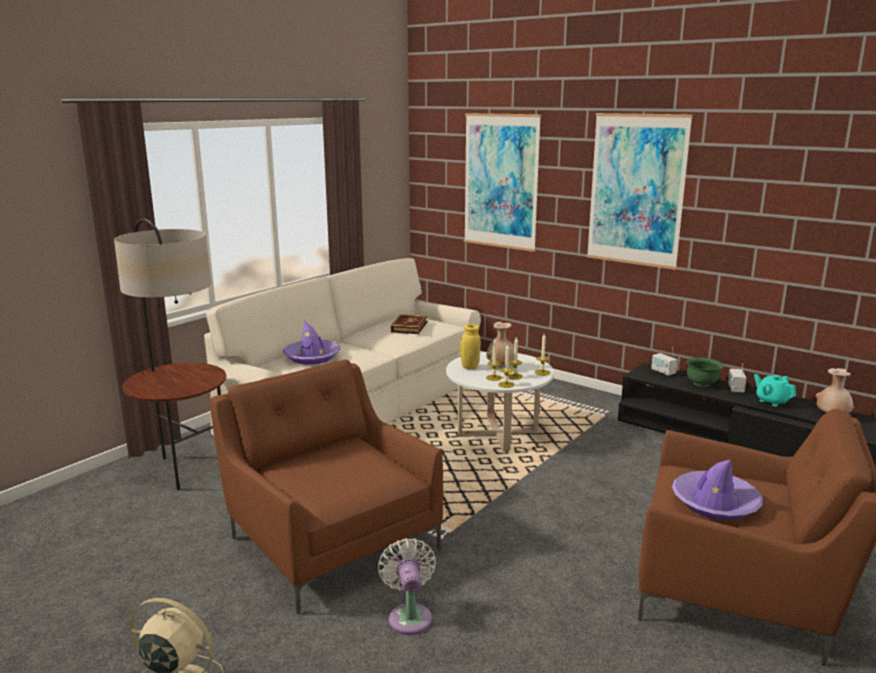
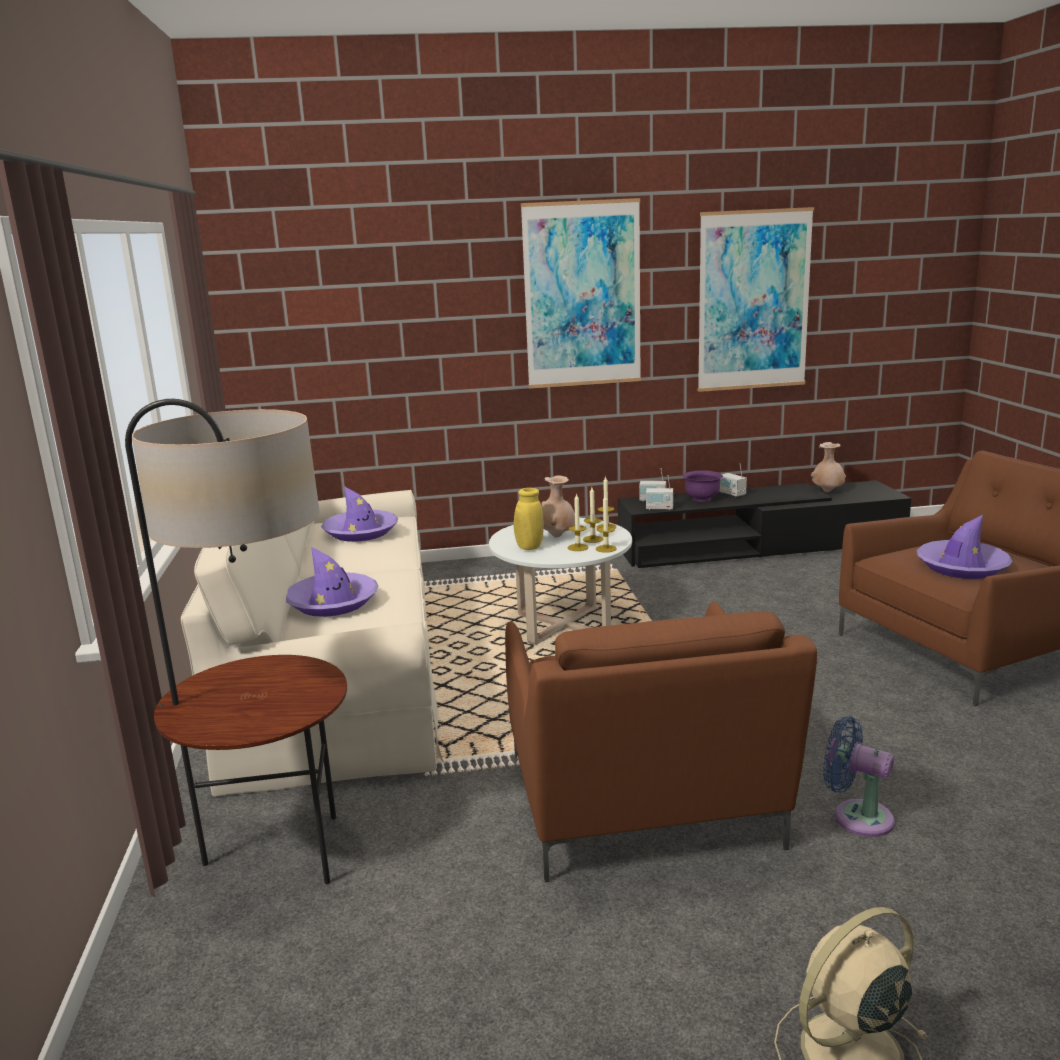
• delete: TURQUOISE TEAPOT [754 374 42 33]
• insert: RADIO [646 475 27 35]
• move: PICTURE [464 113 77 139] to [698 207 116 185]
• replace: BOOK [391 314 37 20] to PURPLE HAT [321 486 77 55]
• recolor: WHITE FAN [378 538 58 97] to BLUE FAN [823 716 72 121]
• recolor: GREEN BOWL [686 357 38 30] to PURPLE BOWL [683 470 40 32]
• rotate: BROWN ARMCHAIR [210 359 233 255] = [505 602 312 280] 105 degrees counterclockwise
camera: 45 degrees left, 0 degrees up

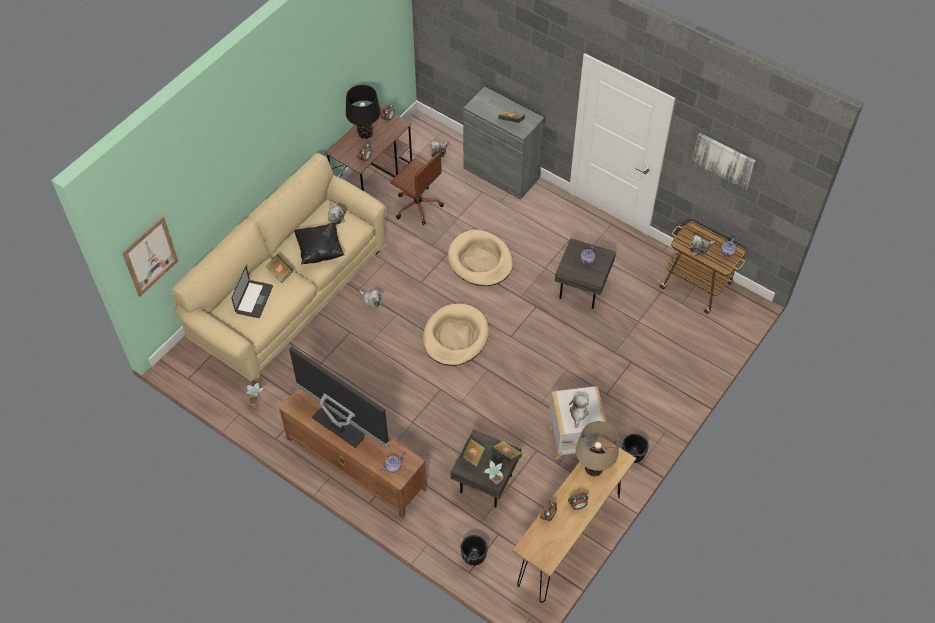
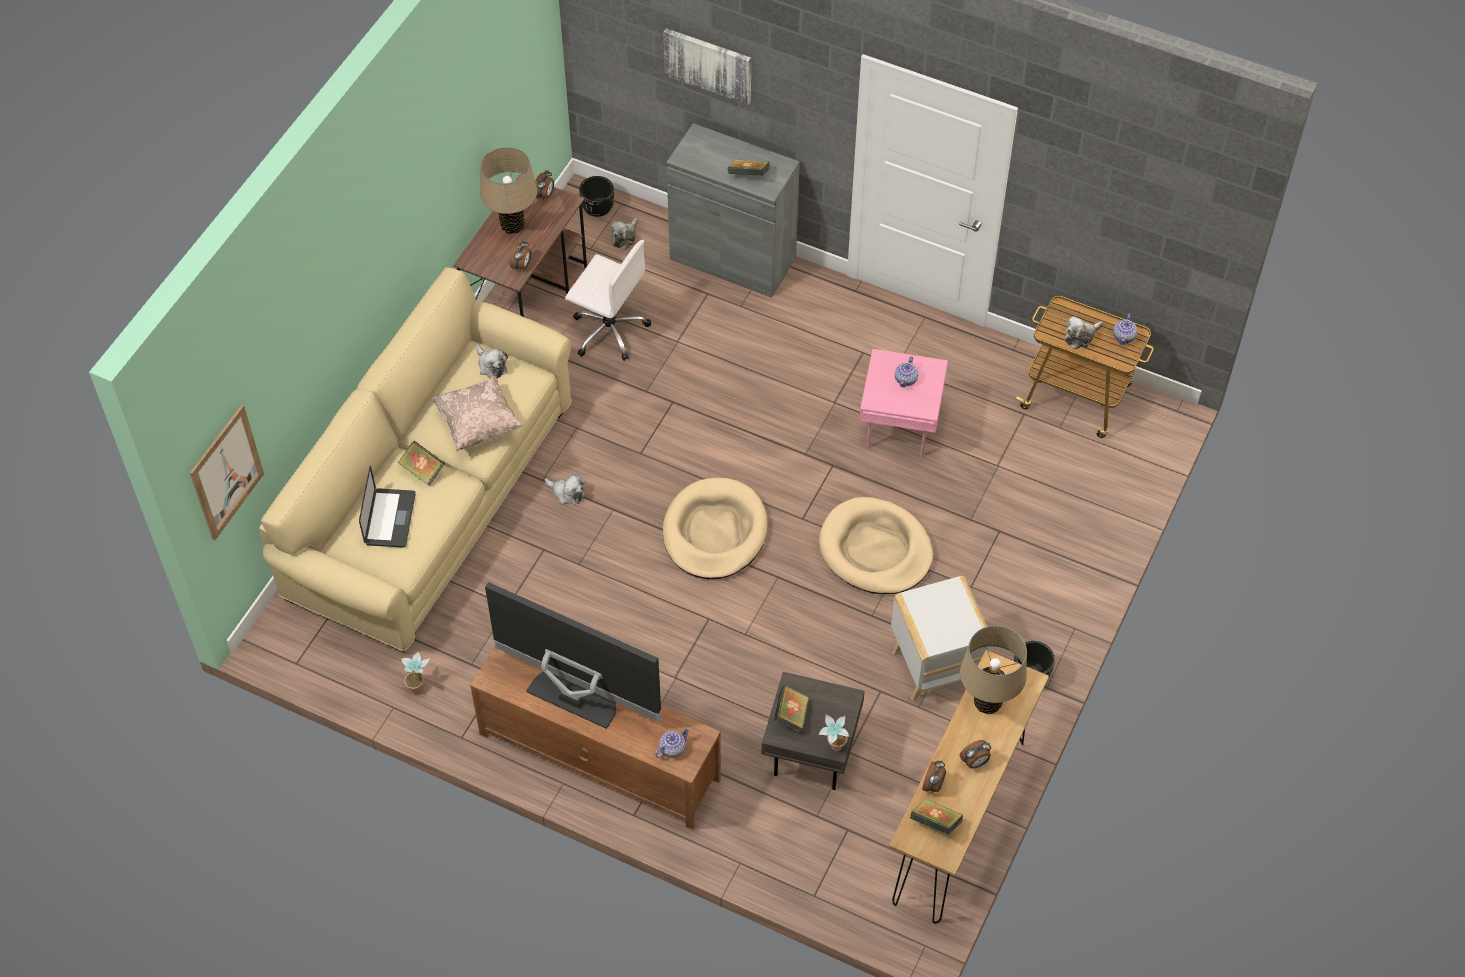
• delete: PLUSH TOY [569 394 20 34]
• move: BEIGE DOG BED [447 230 66 56] to [819 497 114 97]
• move: BLACK PLANTER [461 535 27 31] to [579 176 35 41]
• move: BOOK [491 441 32 22] to [910 798 53 37]
• move: PICTURE [692 133 64 57] to [663 28 88 77]
• recolor: BLACK PILLOW [294 222 50 43] to BEIGE PILLOW [432 376 91 75]
• recolor: BLACK TABLE LAMP [346 85 35 54] to BEIGE TABLE LAMP [480 147 57 87]
• recolor: BROWN OFFICE CHAIR [390 153 54 72] to WHITE OFFICE CHAIR [565 240 86 121]
• recolor: GREY SIDE TABLE [555 238 61 71] to PINK SIDE TABLE [859 349 89 107]
camera: 10 degrees left, 0 degrees up

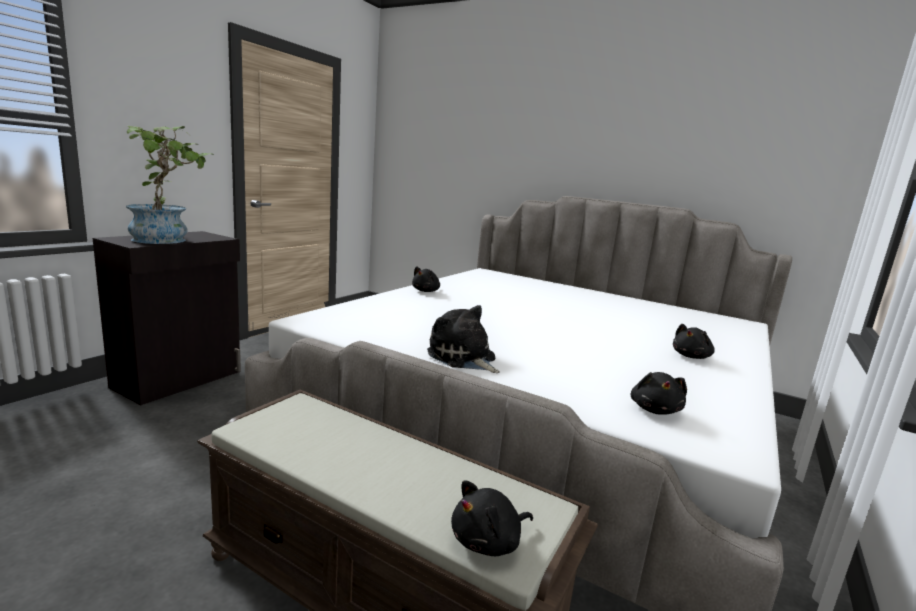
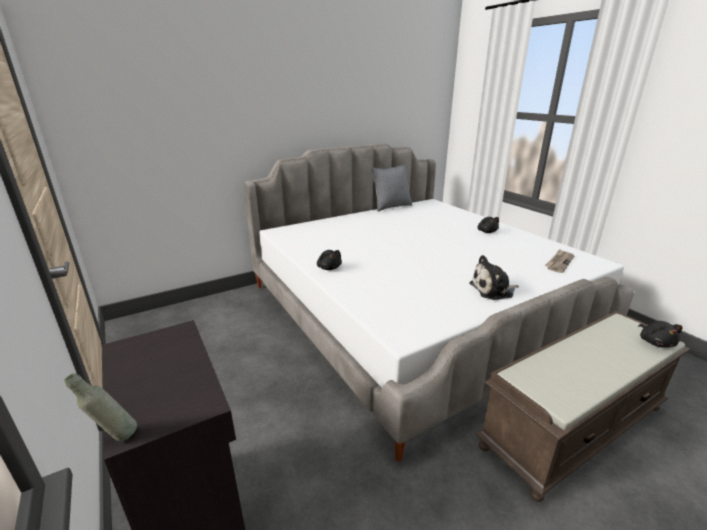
• delete: POTTED PLANT [126 126 88 118]
• insert: GREY BOTTLE [64 373 73 68]
• insert: GREY PILLOW [371 165 41 47]
• replace: BLACK PLUSH TOY [631 372 56 43] to NEWSPAPER [545 249 29 24]
camera: 60 degrees left, 10 degrees up

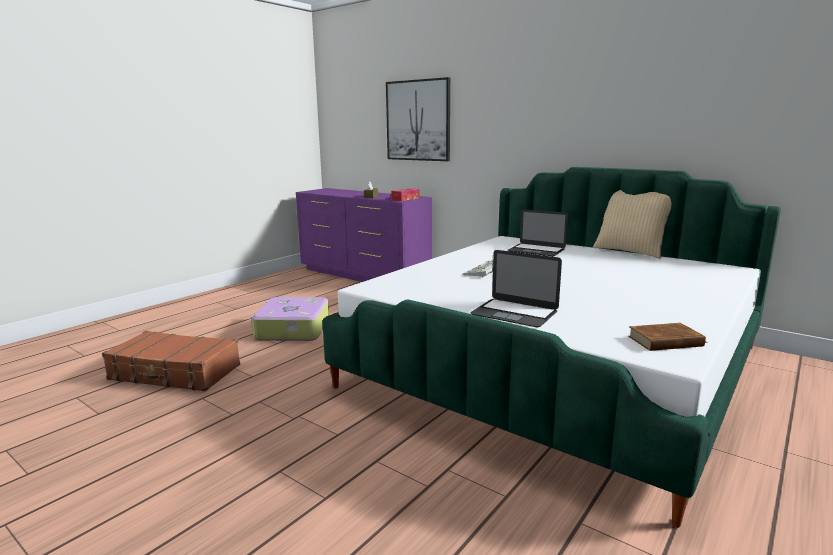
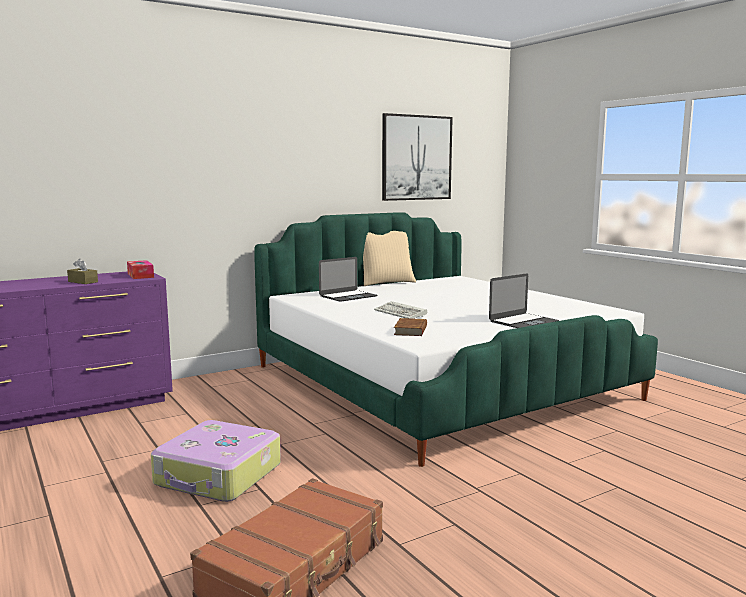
• move: PICTURE [386 77 64 84] to [382 113 71 88]
• move: BROWN BOOK [628 323 79 28] to [394 318 33 18]
camera: 70 degrees left, 5 degrees down

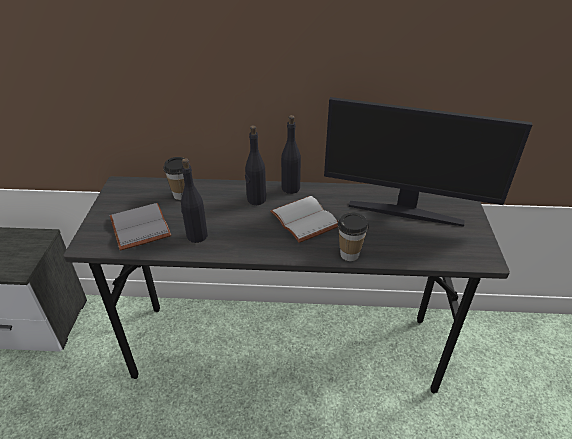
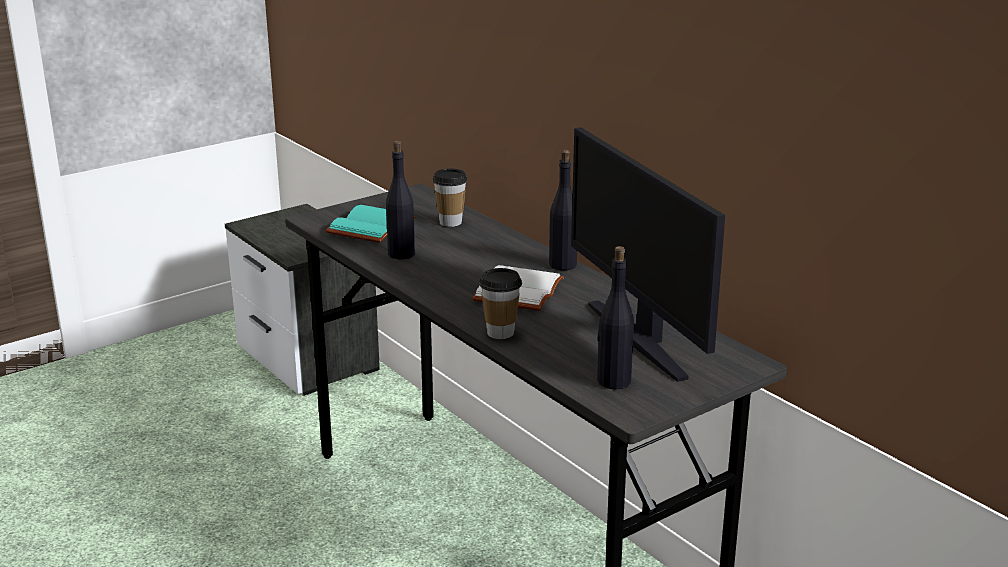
• move: BLACK BOTTLE [245 125 21 80] to [597 246 37 143]
• recolor: GREY BOOK [110 203 61 48] to TURQUOISE BOOK [325 205 91 38]
camera: 50 degrees right, 15 degrees down

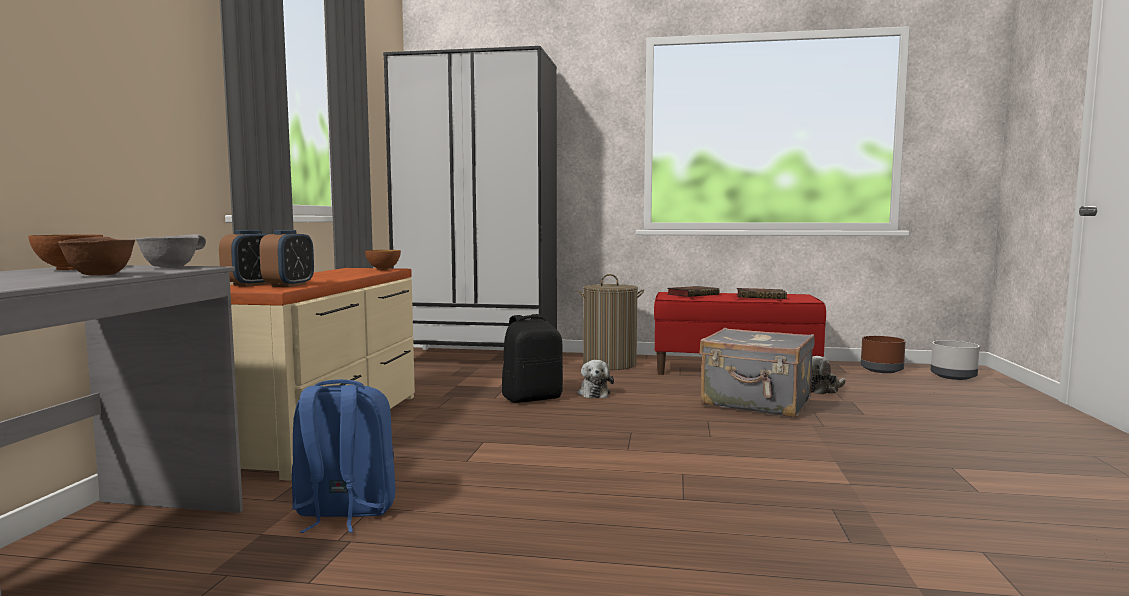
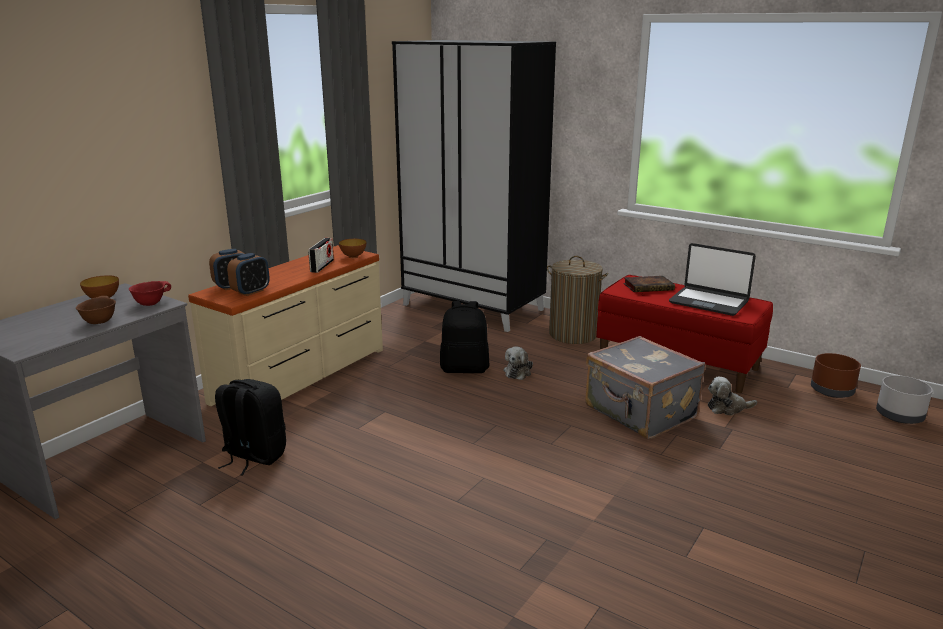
• insert: RADIO [308 238 26 35]
• replace: BOOK [736 288 51 11] to LAPTOP [669 243 87 73]
• recolor: GREY BOWL [135 234 71 34] to RED BOWL [129 281 42 25]
• recolor: BLUE BACKPACK [292 379 104 154] to BLACK BACKPACK [215 379 71 97]
camera: 25 degrees right, 15 degrees up

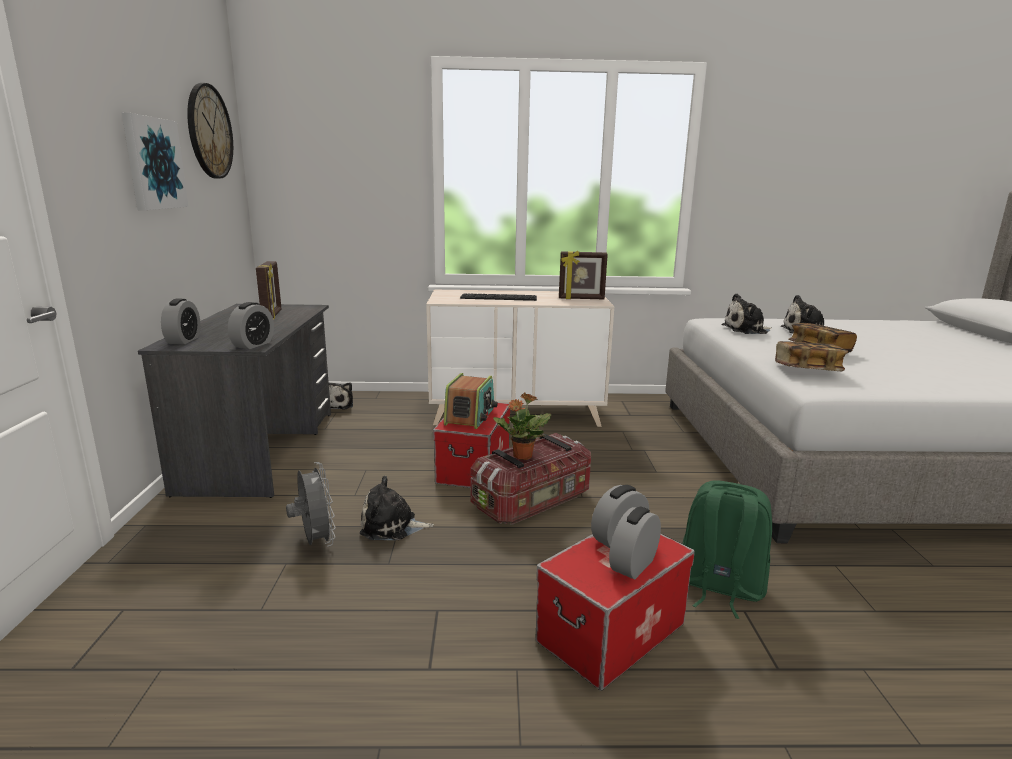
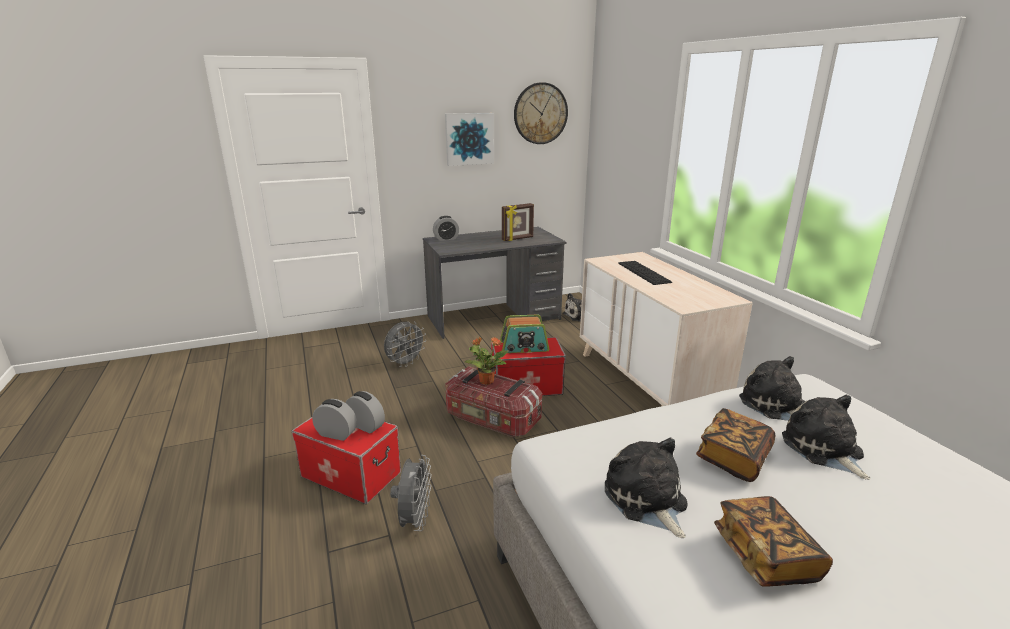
• delete: ALARM CLOCK [228 302 46 47]
• delete: PICTURE FRAME [559 251 49 48]
• move: PLUSH TOY [360 476 74 64] to [605 438 83 100]
• move: BOOK [775 341 73 30] to [714 496 119 91]
• replace: GREEN BACKPACK [682 480 90 139] to GREY FAN [390 455 42 76]
camera: 70 degrees right, 5 degrees up

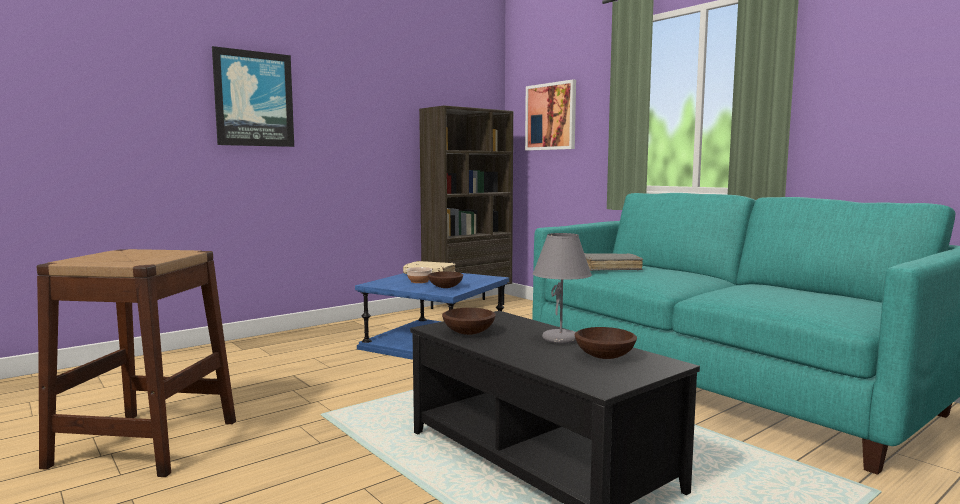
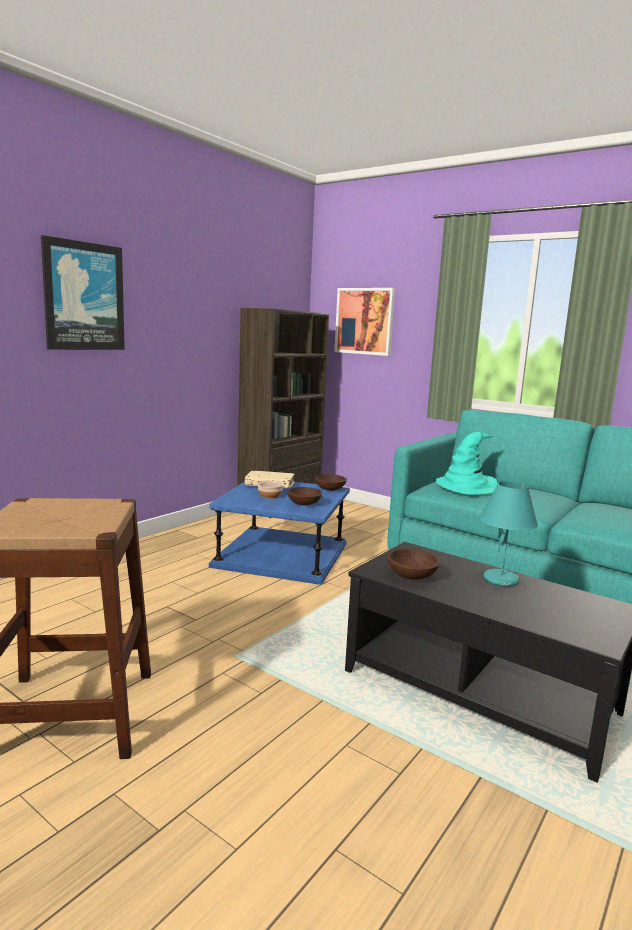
• move: BROWN BOWL [575 327 62 32] to [315 474 32 17]
• replace: GREY BOOK [584 253 59 18] to TURQUOISE HAT [436 432 62 63]
• recolor: GREY TABLE LAMP [533 233 59 111] to TURQUOISE TABLE LAMP [480 481 58 106]
camera: 15 degrees left, 5 degrees up

